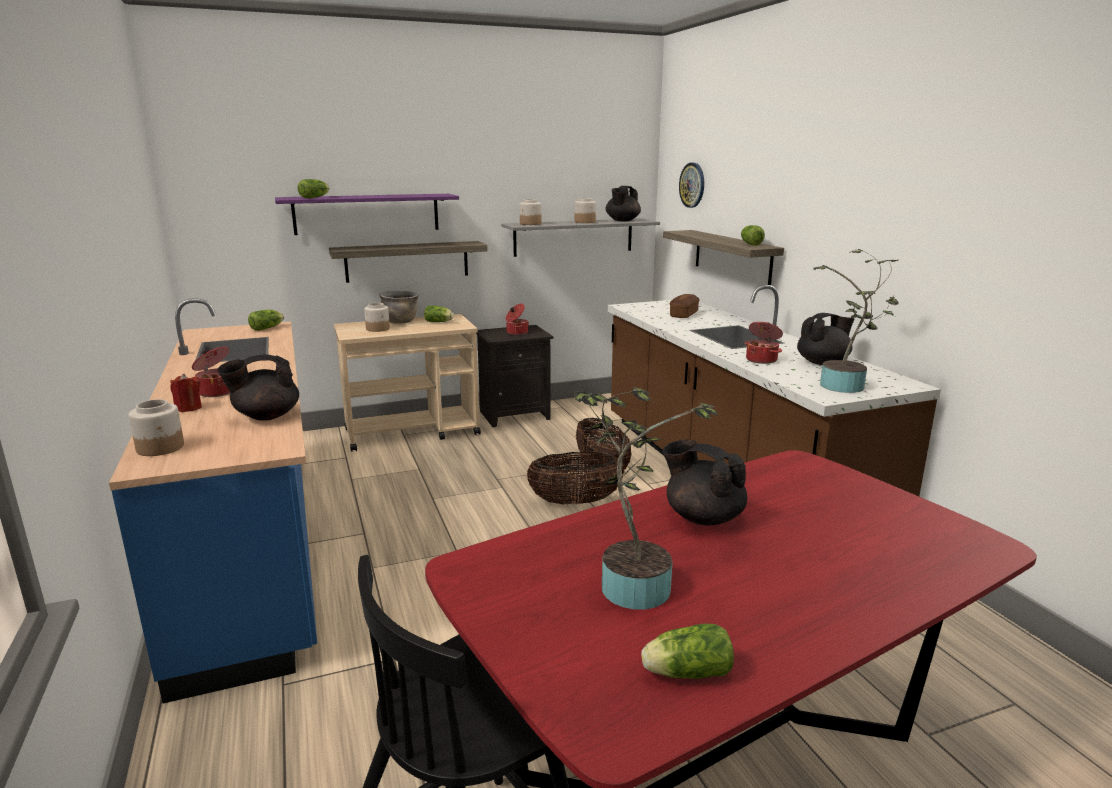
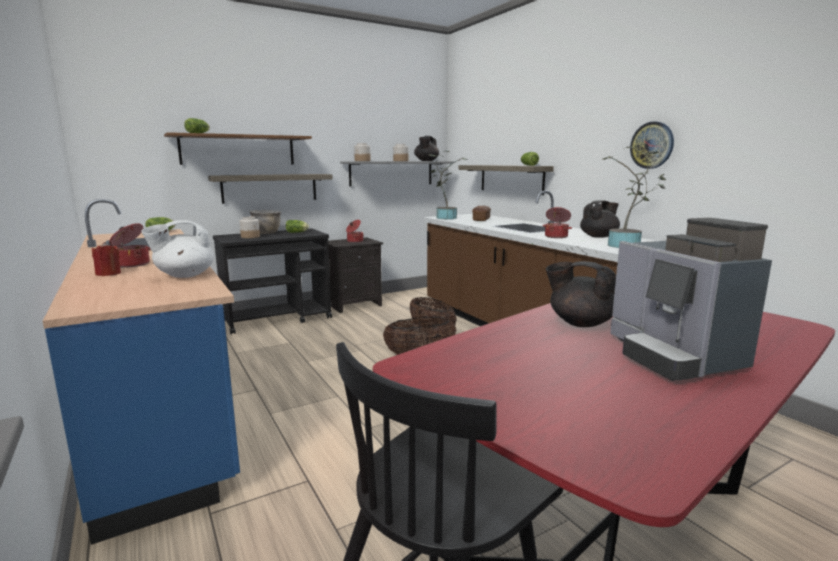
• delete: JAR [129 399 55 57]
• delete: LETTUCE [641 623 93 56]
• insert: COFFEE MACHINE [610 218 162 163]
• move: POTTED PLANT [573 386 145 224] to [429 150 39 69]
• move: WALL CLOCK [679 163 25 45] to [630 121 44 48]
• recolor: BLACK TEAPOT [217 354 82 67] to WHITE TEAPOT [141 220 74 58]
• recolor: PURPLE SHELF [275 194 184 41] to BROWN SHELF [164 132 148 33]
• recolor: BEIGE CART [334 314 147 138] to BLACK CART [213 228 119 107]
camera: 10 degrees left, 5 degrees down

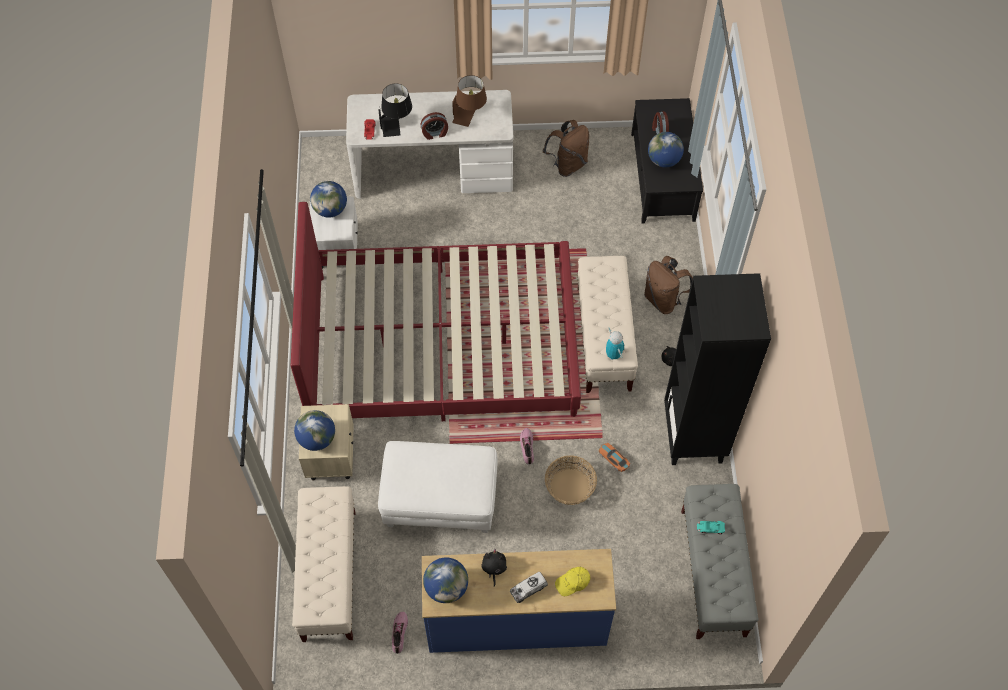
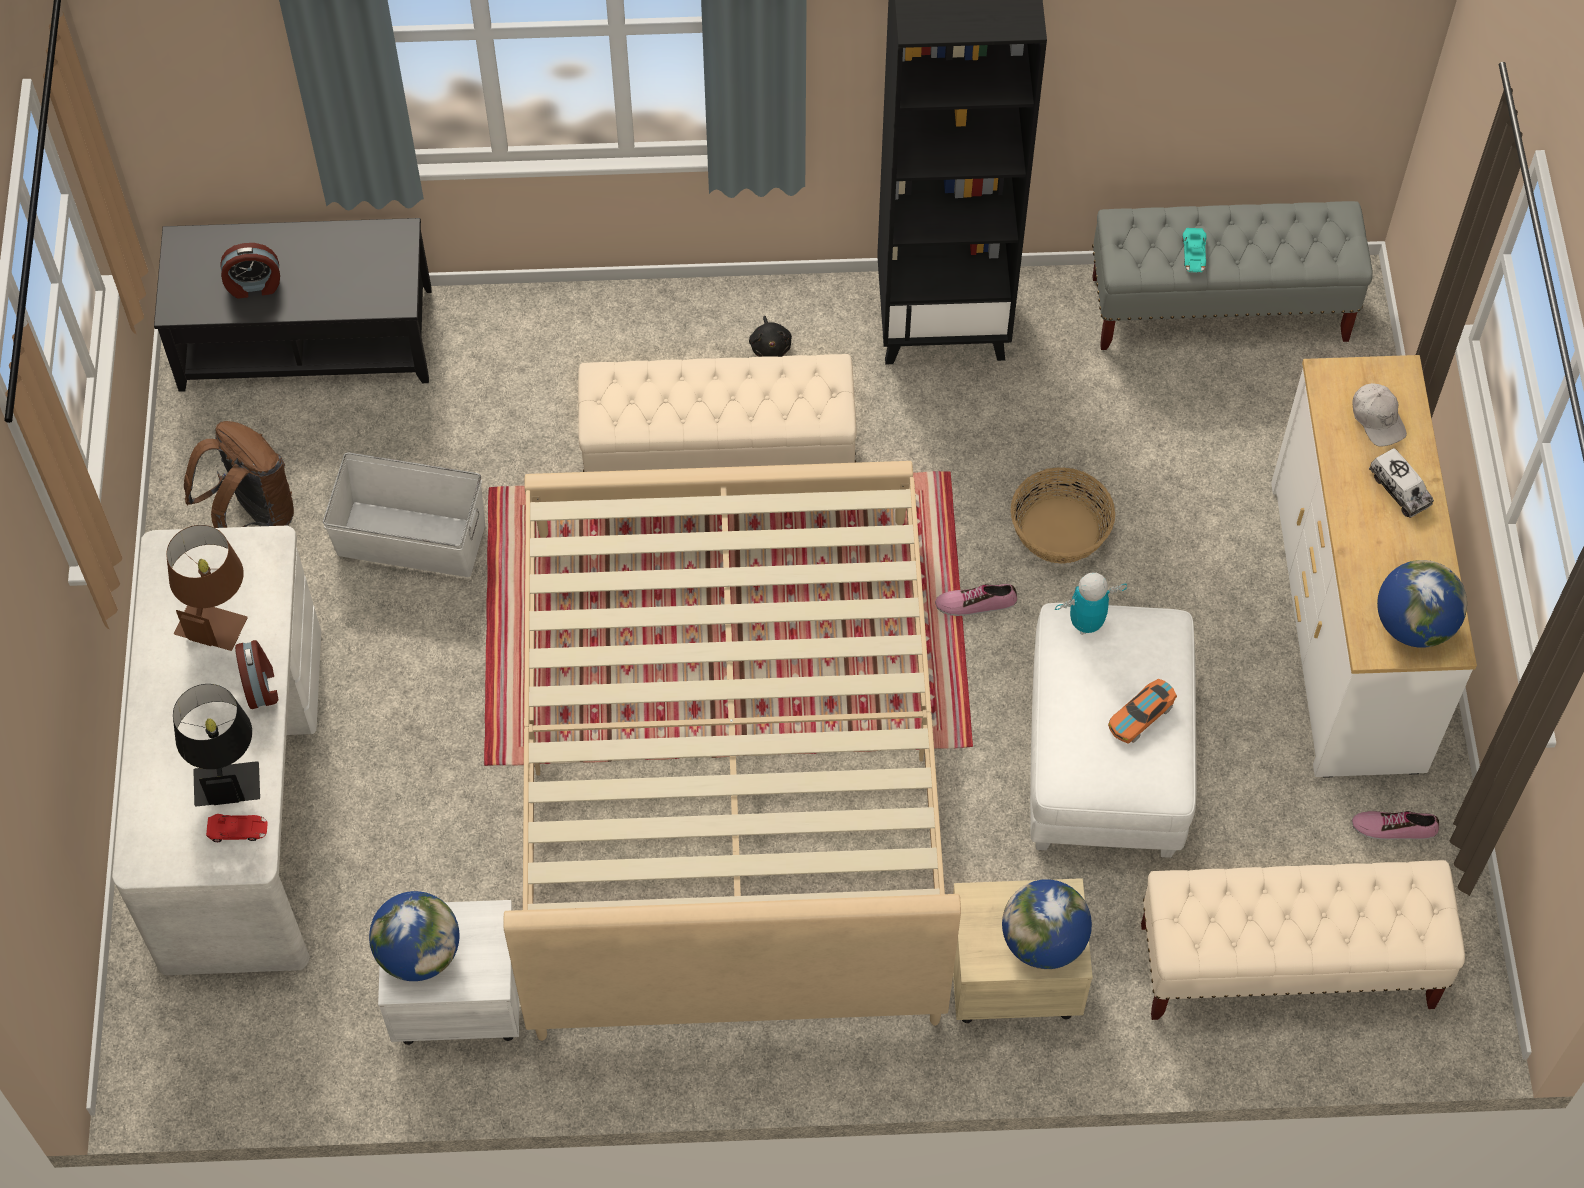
• delete: BLACK PLUSH TOY [481 549 26 38]
• delete: BROWN BACKPACK [644 256 49 58]
• delete: GLOBE [648 132 36 36]
• insert: WHITE STORAGE BOX [323 452 162 125]
• move: TOY CAR [599 443 31 29] to [1108 679 69 65]
• move: TOY ROBOT [606 328 18 32] to [1055 572 72 63]
• recolor: RED BED [291 202 290 219] to BEIGE BED [504 461 457 580]
• recolor: BLUE DRESSER [422 549 194 104] to WHITE DRESSER [1271 355 206 423]
• recolor: YELLOW CAP [555 567 35 29] to WHITE CAP [1352 383 55 64]
camera: 90 degrees left, 0 degrees up

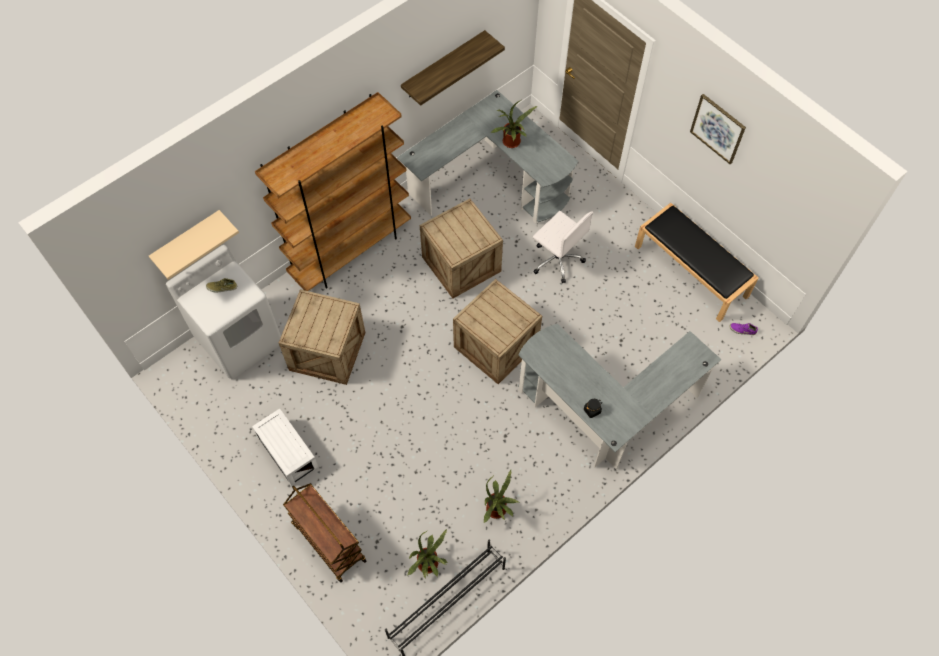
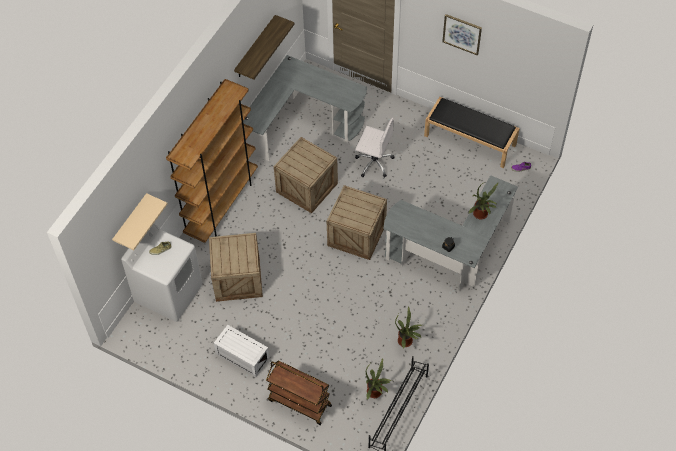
• move: POTTED PLANT [491 100 46 48] to [468 181 31 38]
camera: 20 degrees left, 5 degrees down

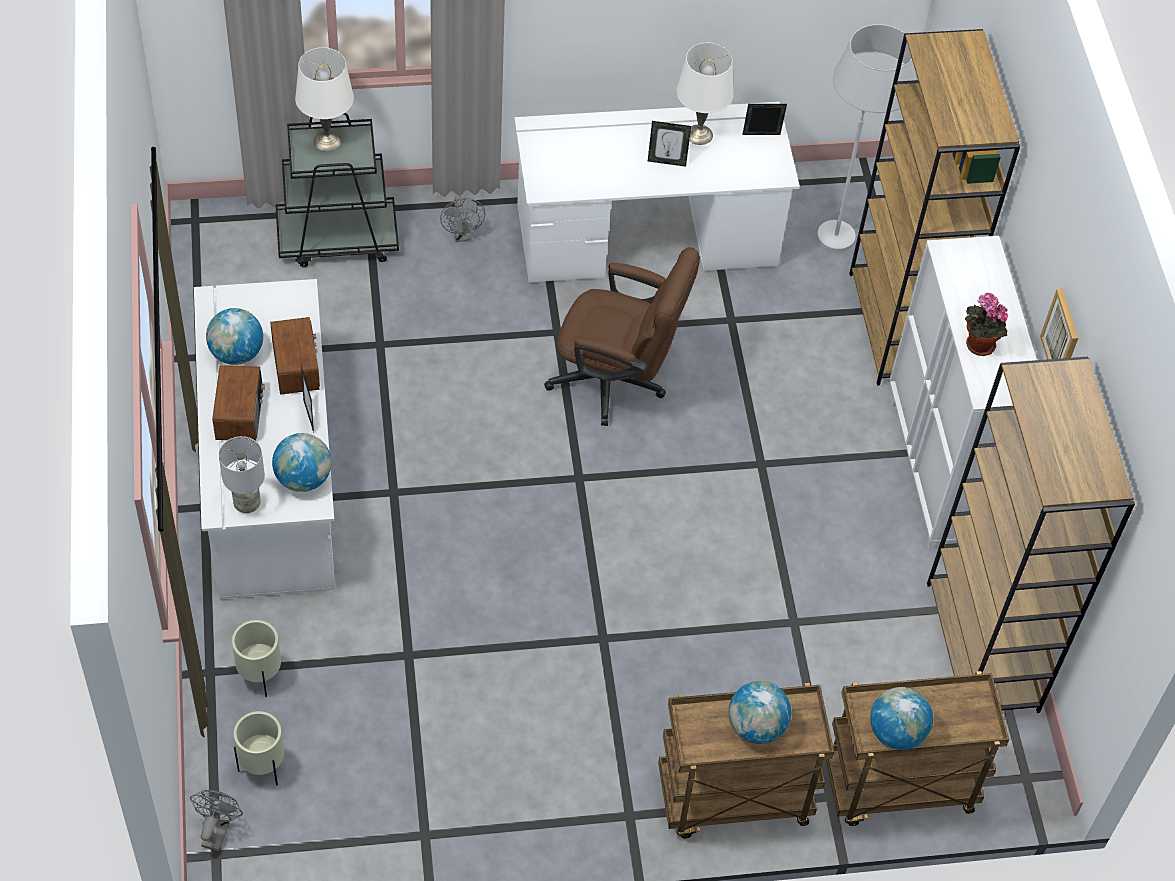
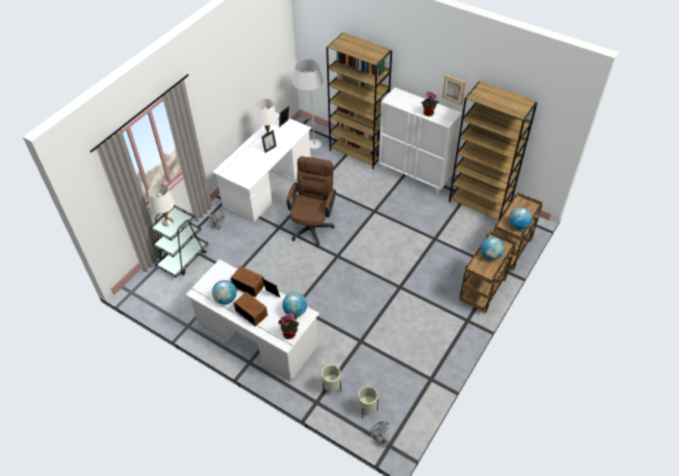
• replace: GREY TABLE LAMP [219 436 46 77] to POTTED PLANT [278 313 21 26]
• rotate: BROWN OFFICE CHAIR [544 247 156 179] = [287 156 49 90] 45 degrees counterclockwise
camera: 45 degrees left, 5 degrees down

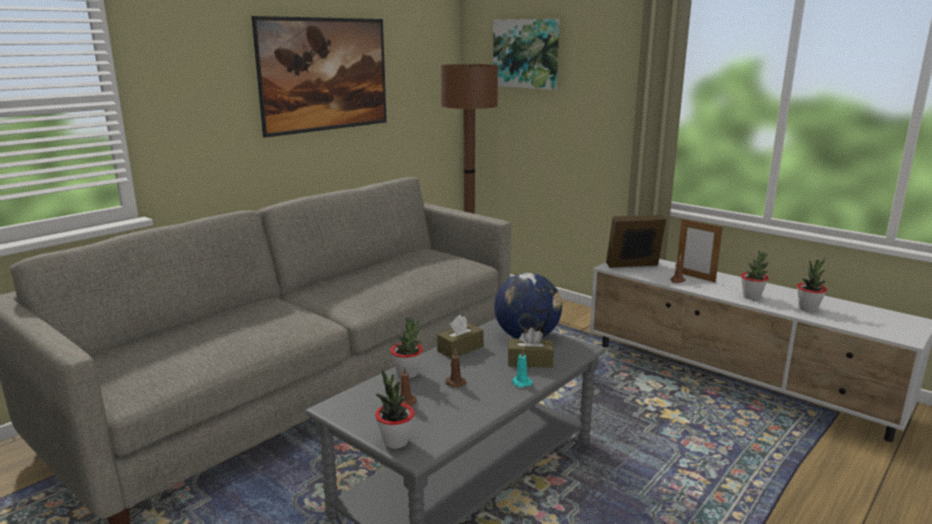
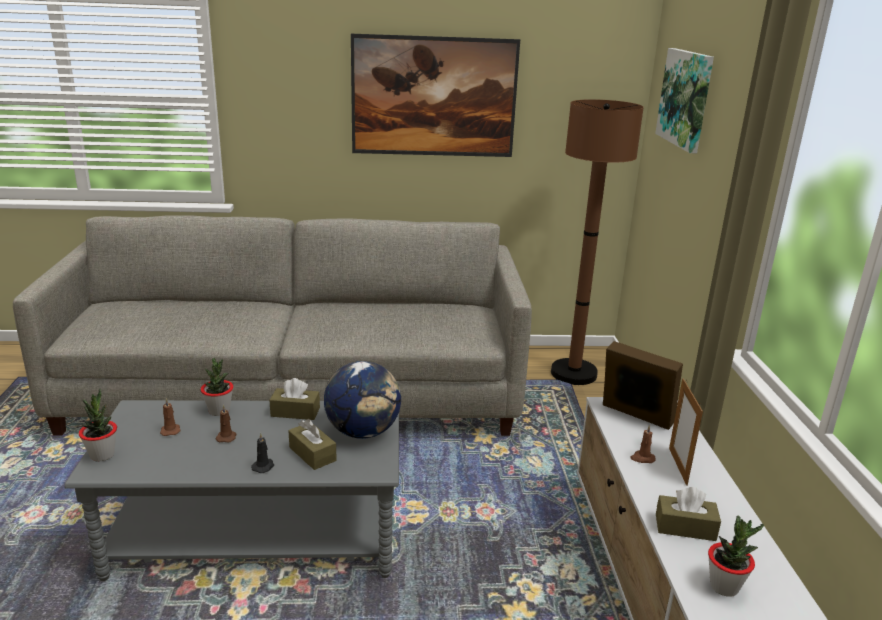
• replace: POTTED PLANT [741 250 29 50] to BROWN TISSUE BOX [656 487 65 54]
• recolor: TURQUOISE CANDLE [512 349 21 38] to BLACK CANDLE [251 433 23 40]
camera: 45 degrees right, 5 degrees up

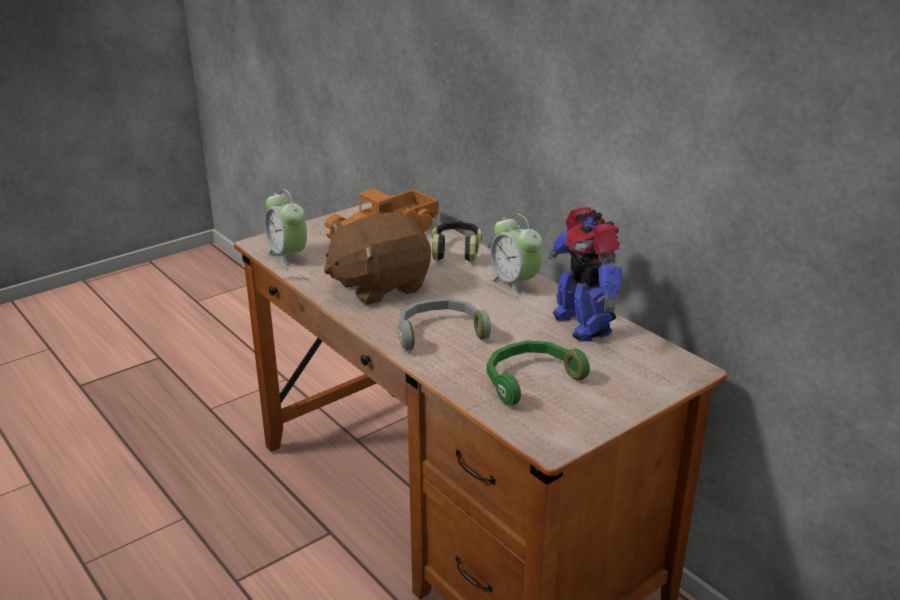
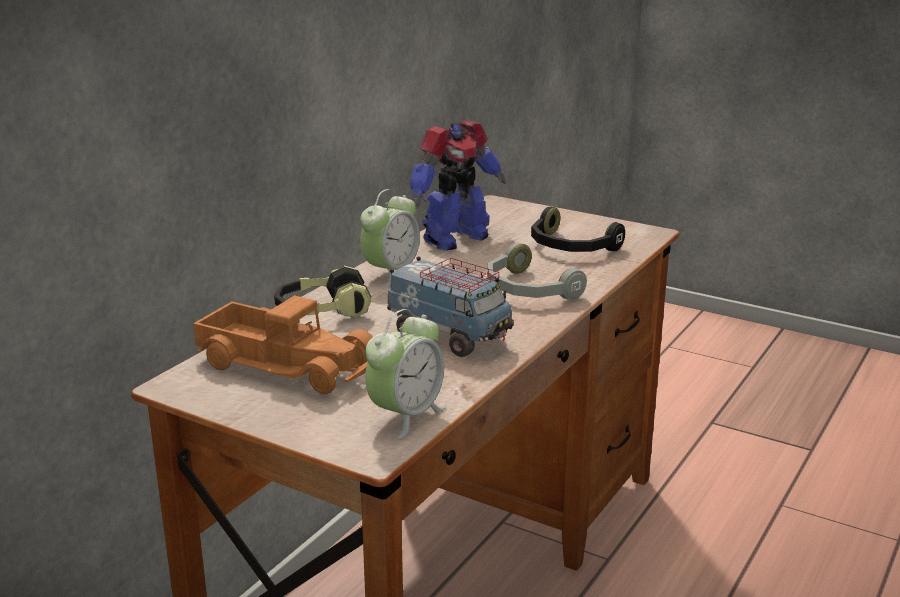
• replace: BROWN PLUSH TOY [324 212 107 93] to TOY TRUCK [387 256 127 101]
• recolor: GREEN HEADPHONES [487 340 103 66] to BLACK HEADPHONES [531 207 94 45]
camera: 110 degrees left, 5 degrees down

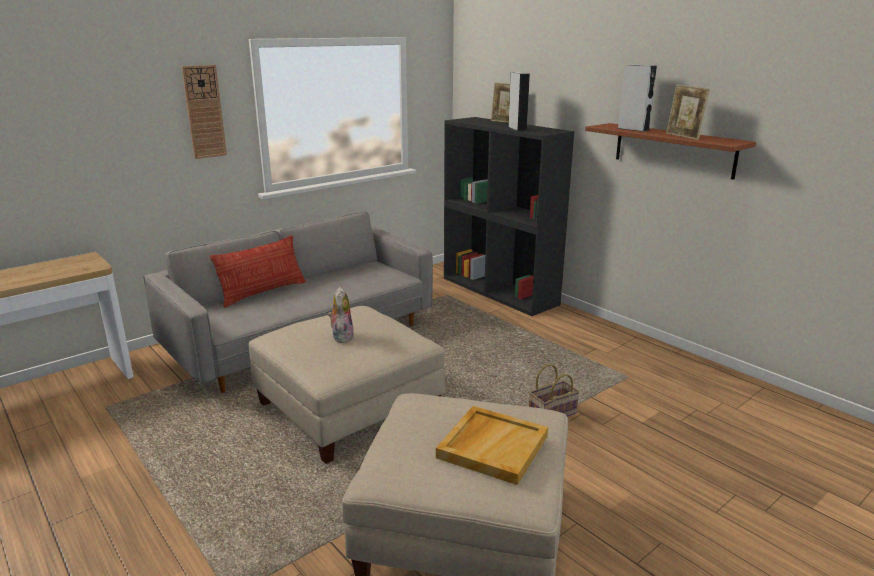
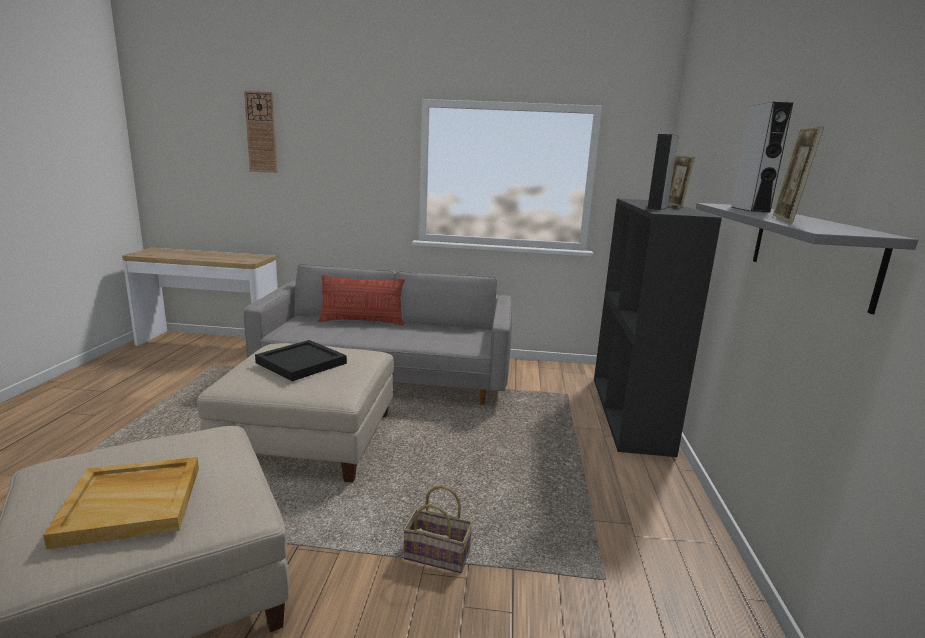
• move: WALL CLOCK [181 65 46 94] to [244 91 34 82]
• replace: PLUSH TOY [328 287 26 56] to BLACK TRAY [255 340 92 41]
• recolor: BROWN SHELF [585 123 171 57] to GREY SHELF [696 203 222 111]
camera: 45 degrees right, 5 degrees down

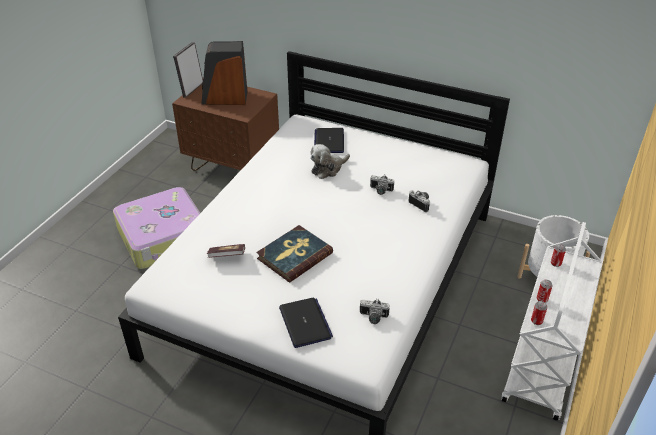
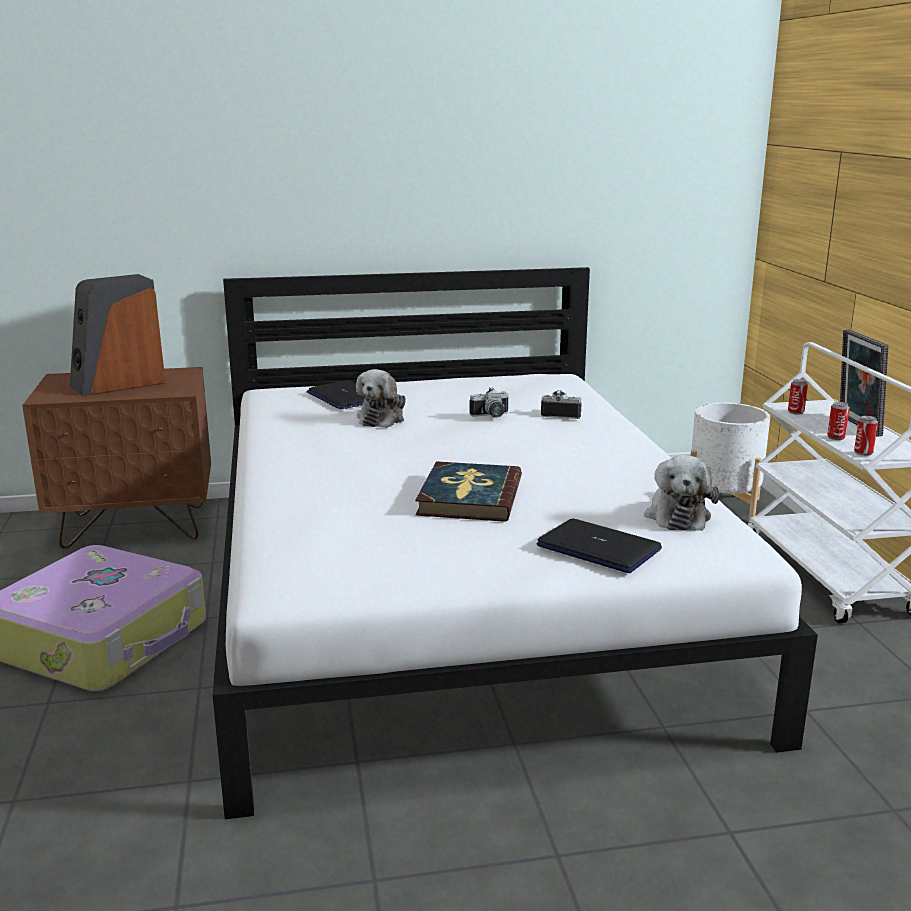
• delete: BOOK [207 244 38 14]
• move: PICTURE FRAME [173 42 30 56] to [840 329 48 108]
• replace: PHOTO CAMERA [360 298 30 26] to PLUSH TOY [644 455 75 76]
camera: 35 degrees left, 20 degrees down

